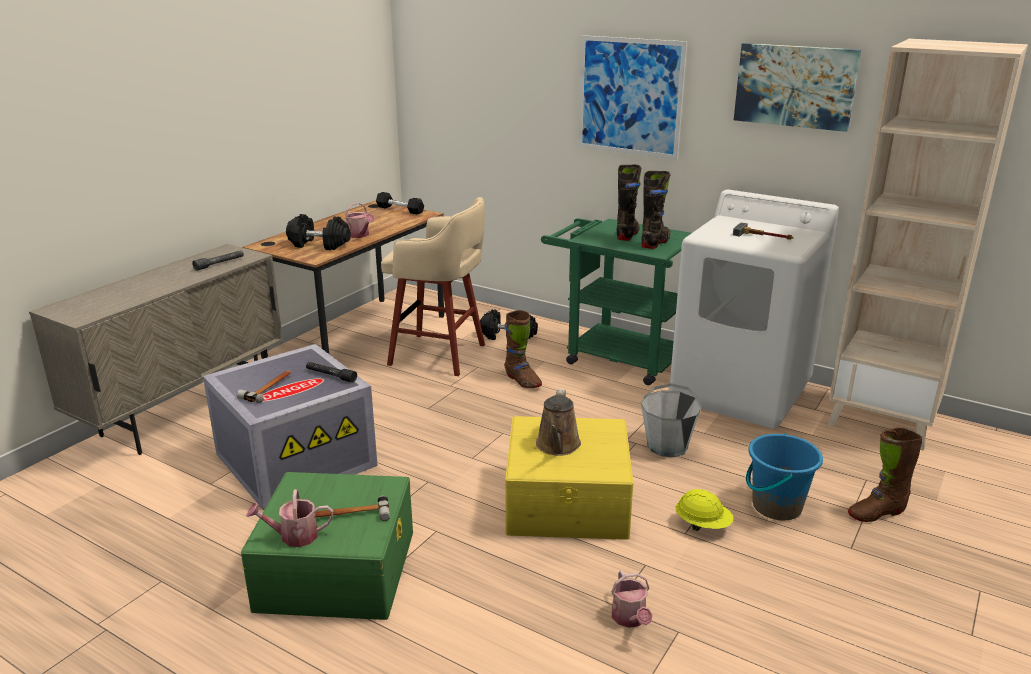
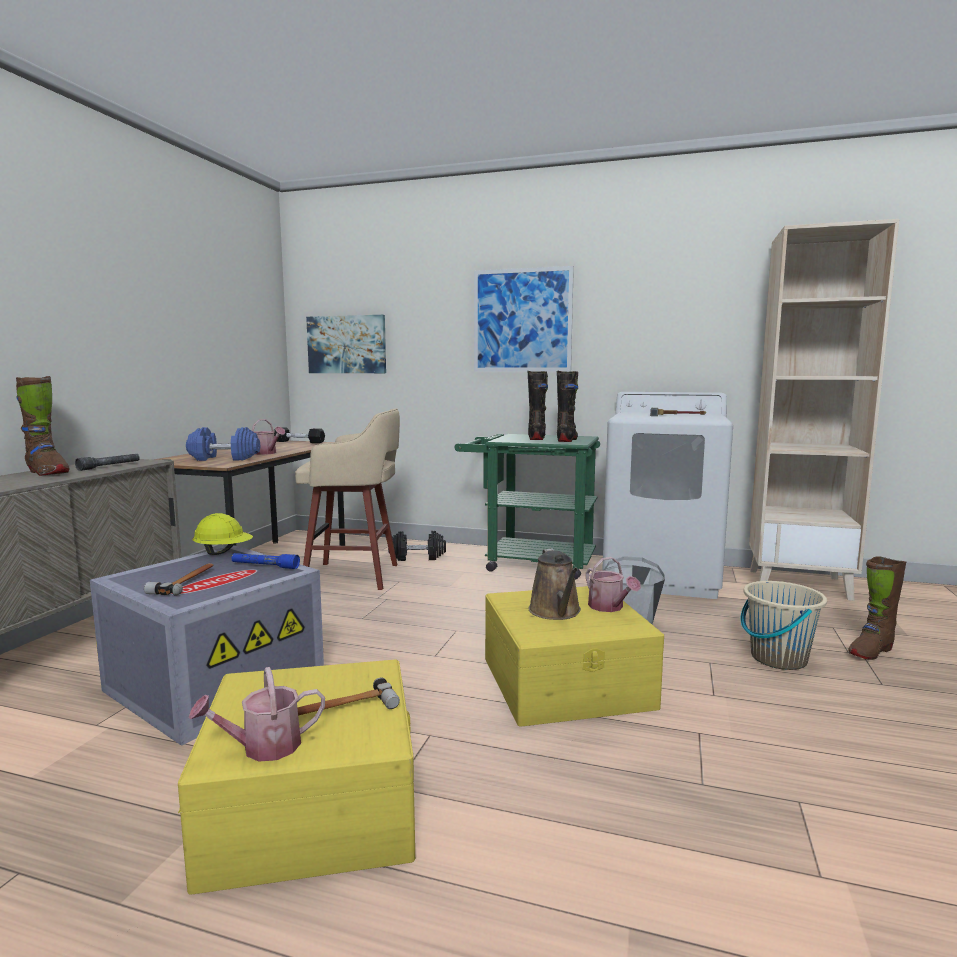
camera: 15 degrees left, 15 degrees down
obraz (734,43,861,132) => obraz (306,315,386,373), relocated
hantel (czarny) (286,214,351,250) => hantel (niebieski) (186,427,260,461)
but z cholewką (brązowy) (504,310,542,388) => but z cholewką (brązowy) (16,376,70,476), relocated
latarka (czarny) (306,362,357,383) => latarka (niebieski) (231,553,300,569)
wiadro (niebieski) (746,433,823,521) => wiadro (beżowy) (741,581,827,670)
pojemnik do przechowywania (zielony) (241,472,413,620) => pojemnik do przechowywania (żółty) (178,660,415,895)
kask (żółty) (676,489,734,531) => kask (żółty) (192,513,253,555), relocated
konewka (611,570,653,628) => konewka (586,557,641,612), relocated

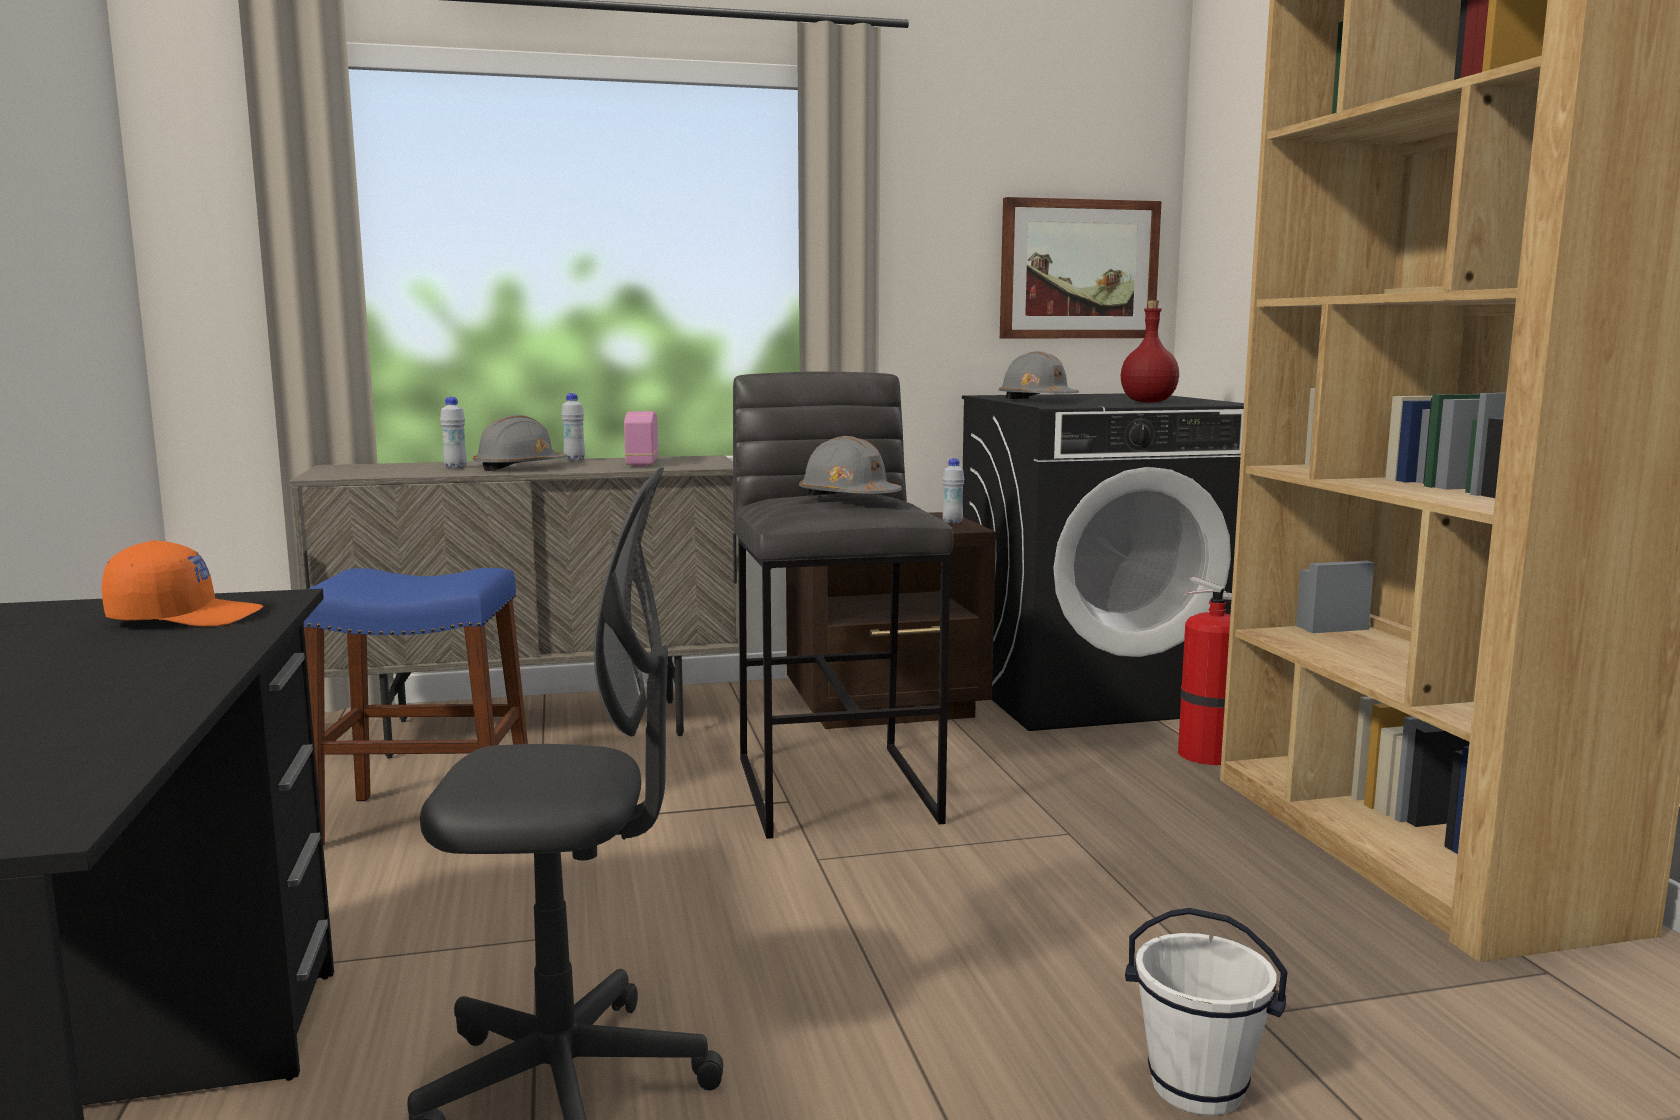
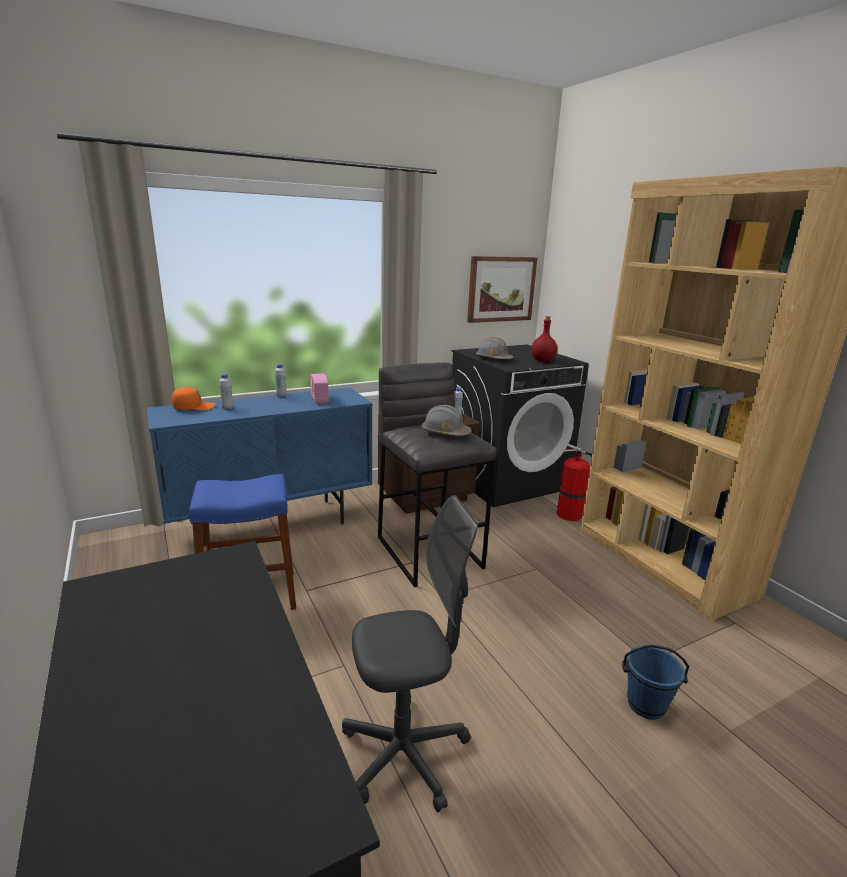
camera: 15 degrees left, 10 degrees up
kask (szary) (473,415,568,471) => nothing
szafka (beżowy) (289,455,739,759) => szafka (niebieski) (146,387,372,525)
czapka z daszkiem (pomarańczowy) (101,540,263,627) => czapka z daszkiem (pomarańczowy) (172,387,216,410), relocated
wiadro (biały) (1125,908,1288,1116) => wiadro (niebieski) (622,645,689,720)

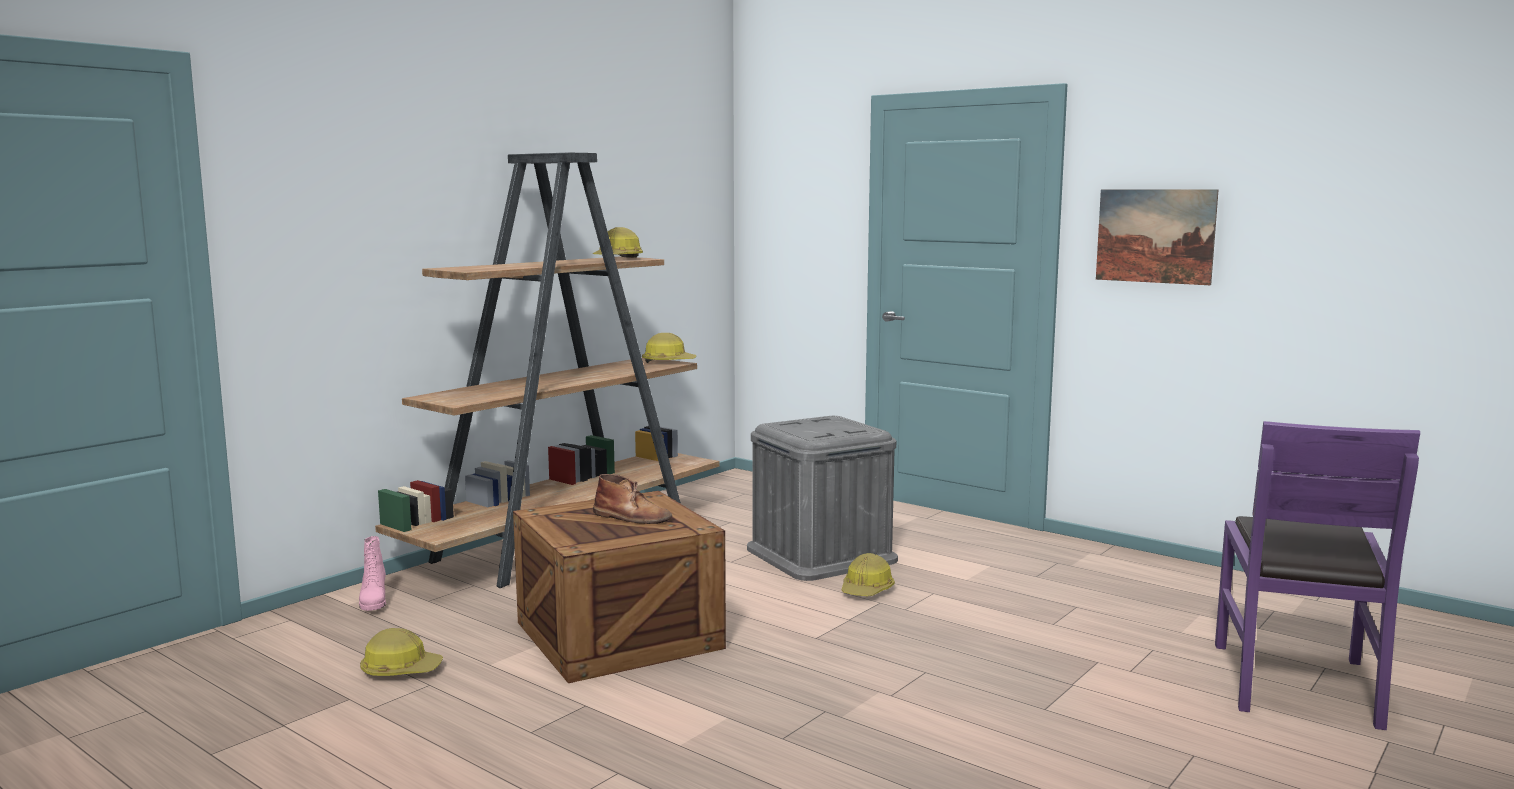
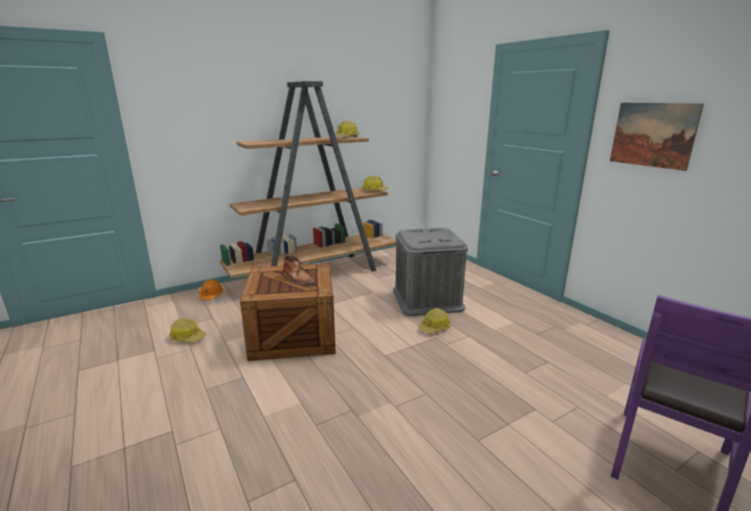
camera: 20 degrees right, 10 degrees up
but z cholewką (różowy) (359,536,386,611) => kask (pomarańczowy) (199,279,223,300)

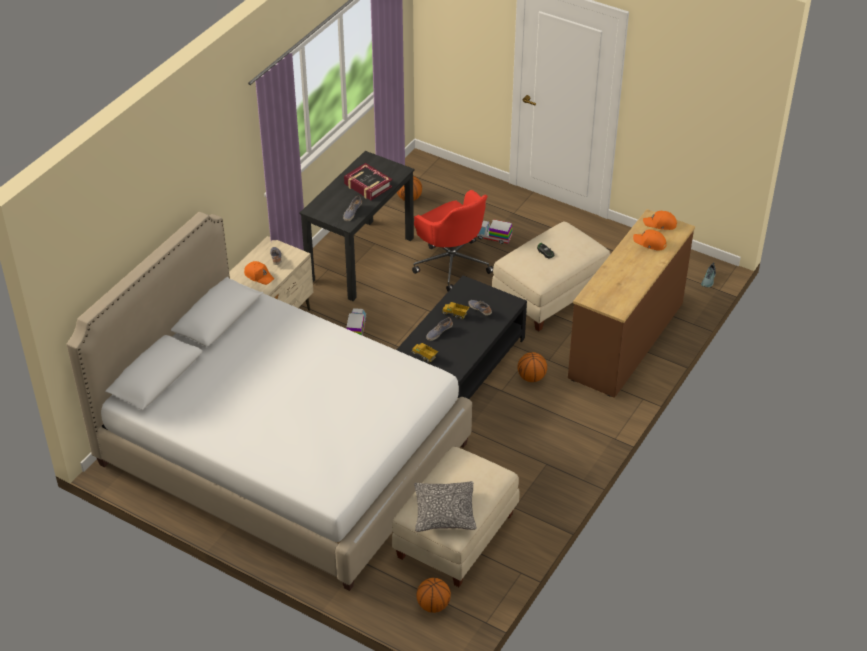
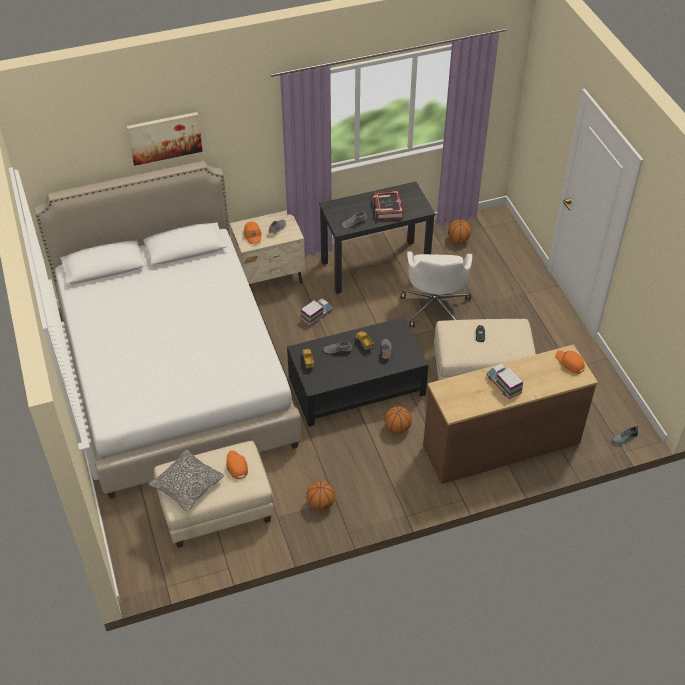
camera: 40 degrees right, 5 degrees up
krzesło biurowe (czerwony) (412,190,493,291) => krzesło biurowe (biały) (401,251,472,327)
ciężarówka zabawkowa (476,219,512,244) => ciężarówka zabawkowa (487,364,523,399), relocated
czapka z daszkiem (pomarańczowy) (633,230,667,251) => czapka z daszkiem (pomarańczowy) (226,450,248,479), relocated
piłka do koszykówki (416,578,451,613) => piłka do koszykówki (306,481,335,511), relocated
nothing => obraz (127,112,203,166)

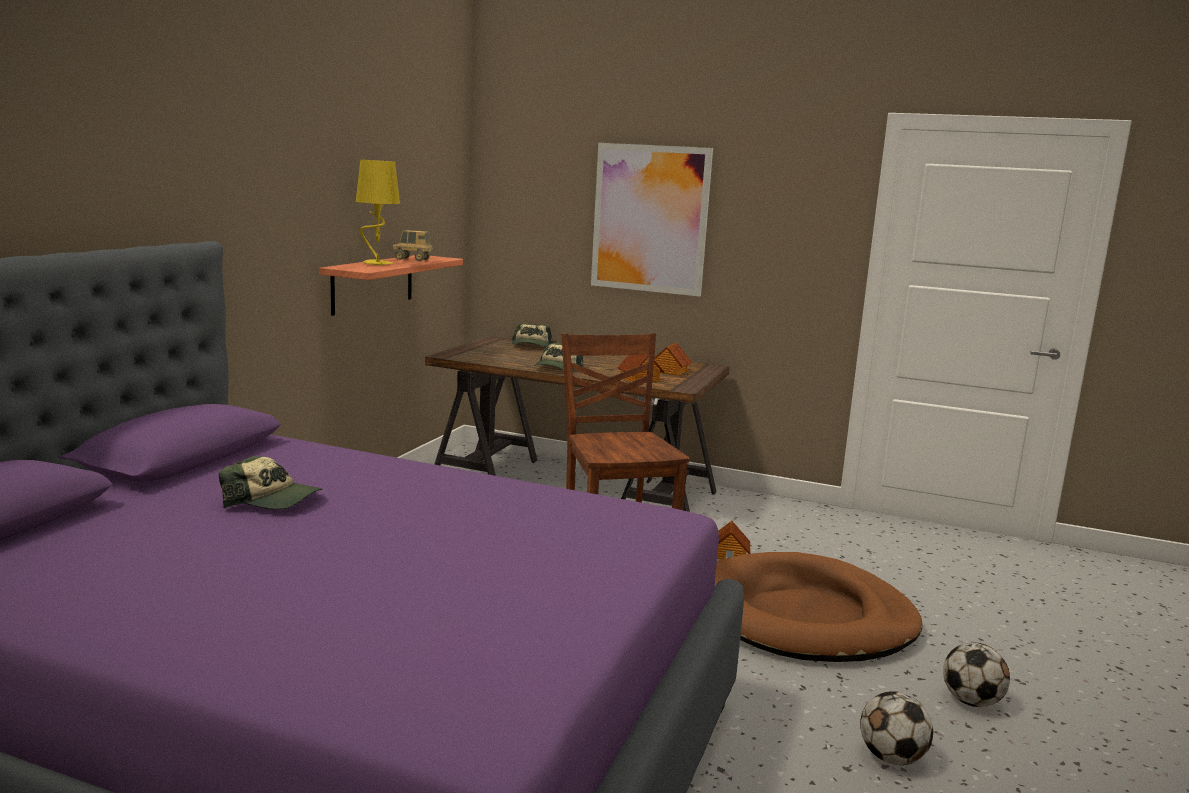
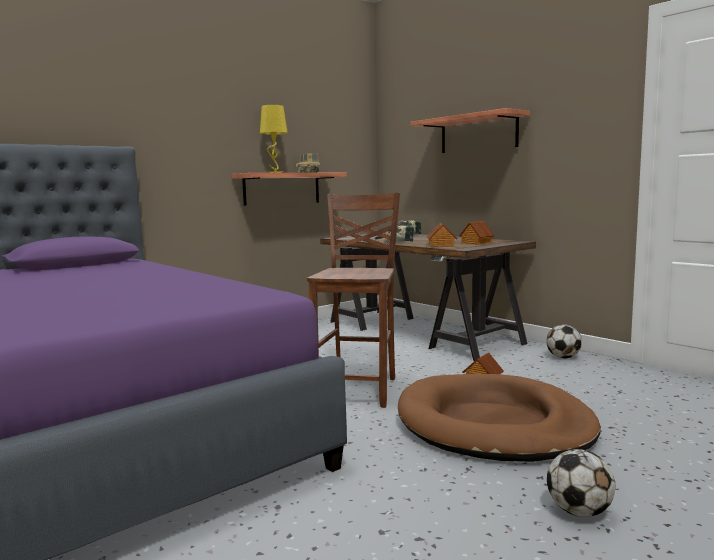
camera: 30 degrees right, 5 degrees down
obraz (591,143,713,296) => półka (410,108,530,153)
czapka z daszkiem (219,456,322,509) => nothing
piłka futbolowa (860,691,933,765) => piłka futbolowa (546,324,582,358), relocated

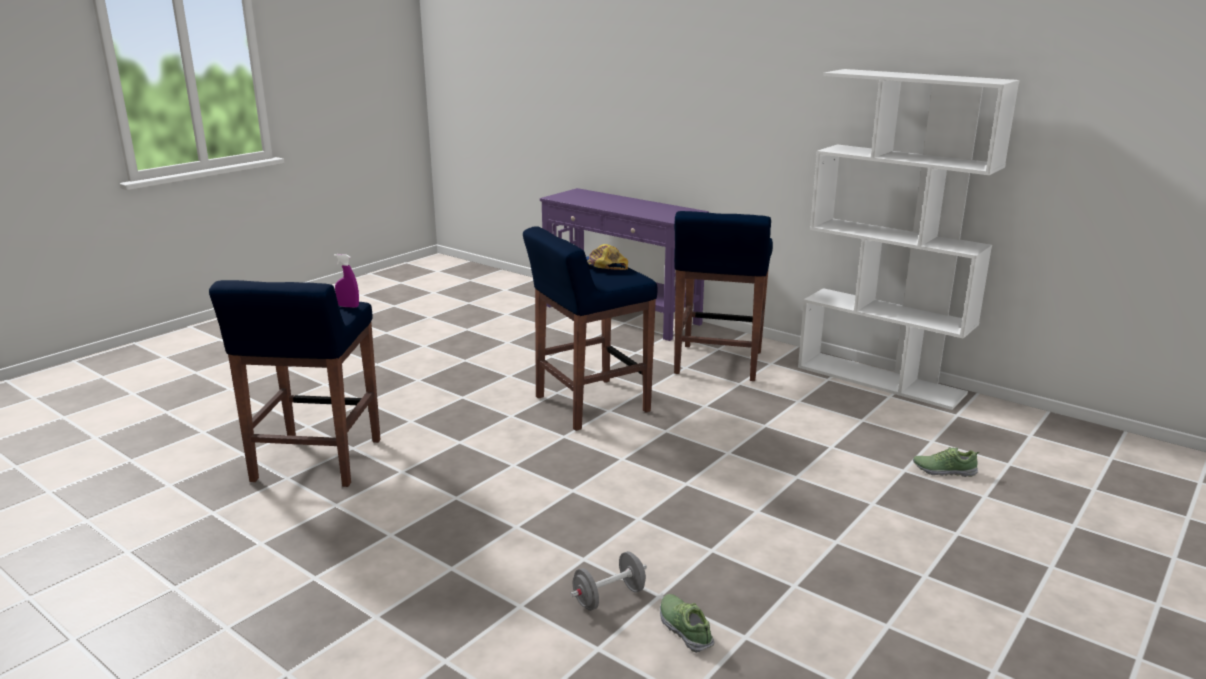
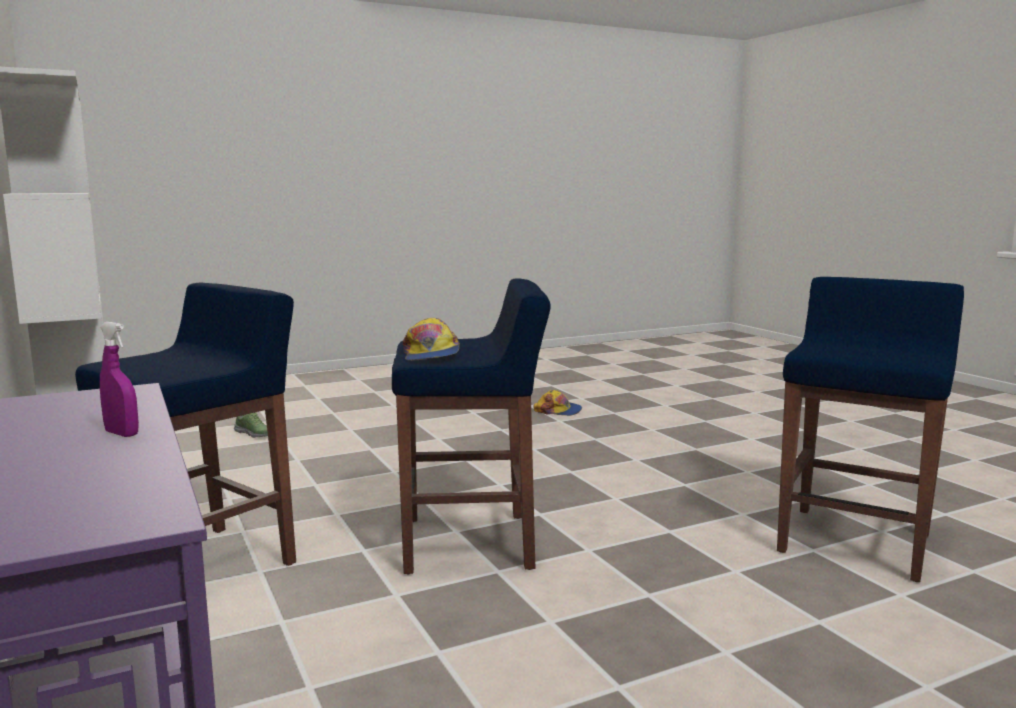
camera: 155 degrees left, 10 degrees down
spryskiwacz (fioletowy) (334,254,359,308) => spryskiwacz (fioletowy) (100,322,139,437), relocated
hantel (szary) (570,551,647,611) => nothing
but (660,594,715,653) => czapka z daszkiem (533,390,582,416)

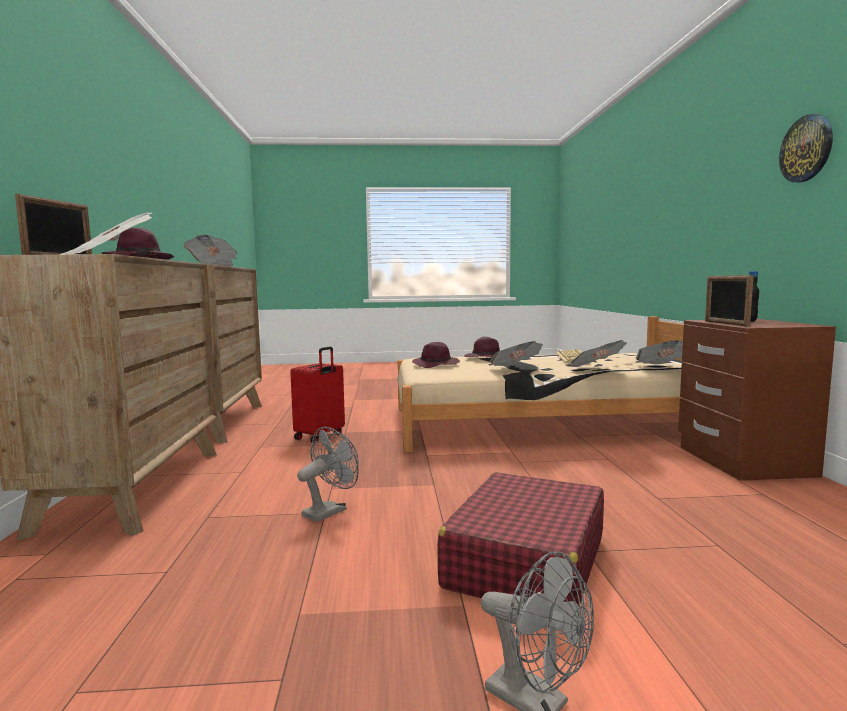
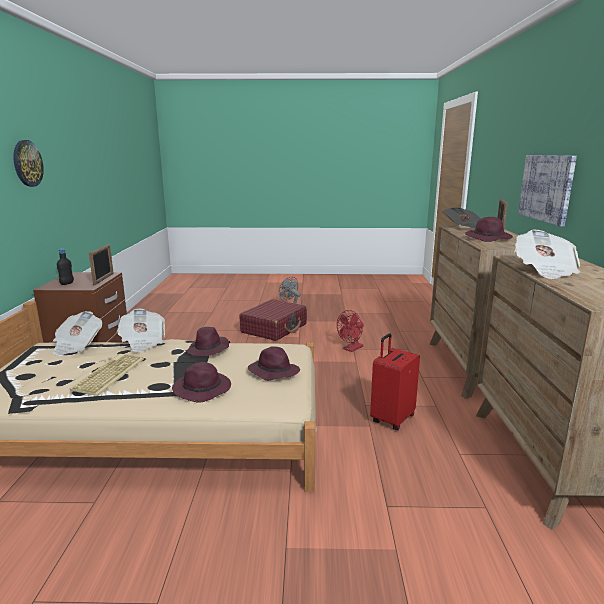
camera: 175 degrees left, 10 degrees up
gazeta (489,341,543,366) => kapelusz (fioletowy) (186,327,229,357)
wentylator (szary) (297,427,359,522) => wentylator (czerwony) (337,310,364,352)
nothing => obraz (518,155,577,227)

